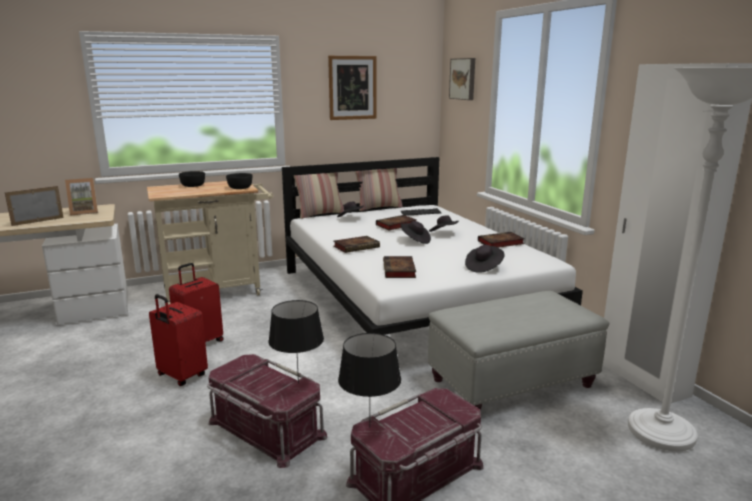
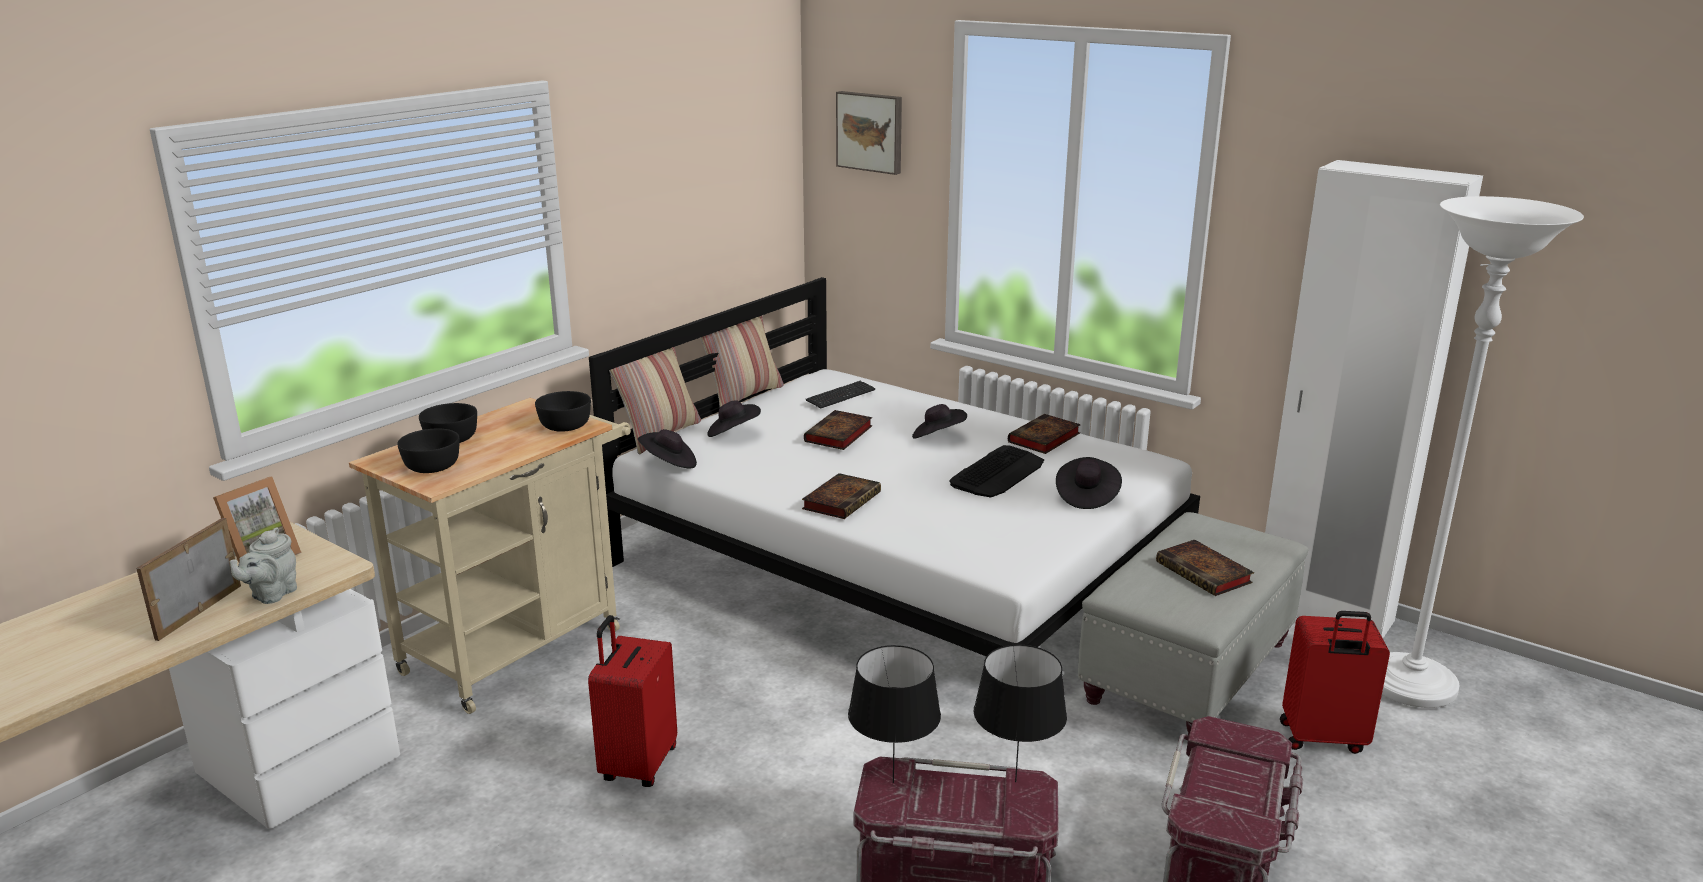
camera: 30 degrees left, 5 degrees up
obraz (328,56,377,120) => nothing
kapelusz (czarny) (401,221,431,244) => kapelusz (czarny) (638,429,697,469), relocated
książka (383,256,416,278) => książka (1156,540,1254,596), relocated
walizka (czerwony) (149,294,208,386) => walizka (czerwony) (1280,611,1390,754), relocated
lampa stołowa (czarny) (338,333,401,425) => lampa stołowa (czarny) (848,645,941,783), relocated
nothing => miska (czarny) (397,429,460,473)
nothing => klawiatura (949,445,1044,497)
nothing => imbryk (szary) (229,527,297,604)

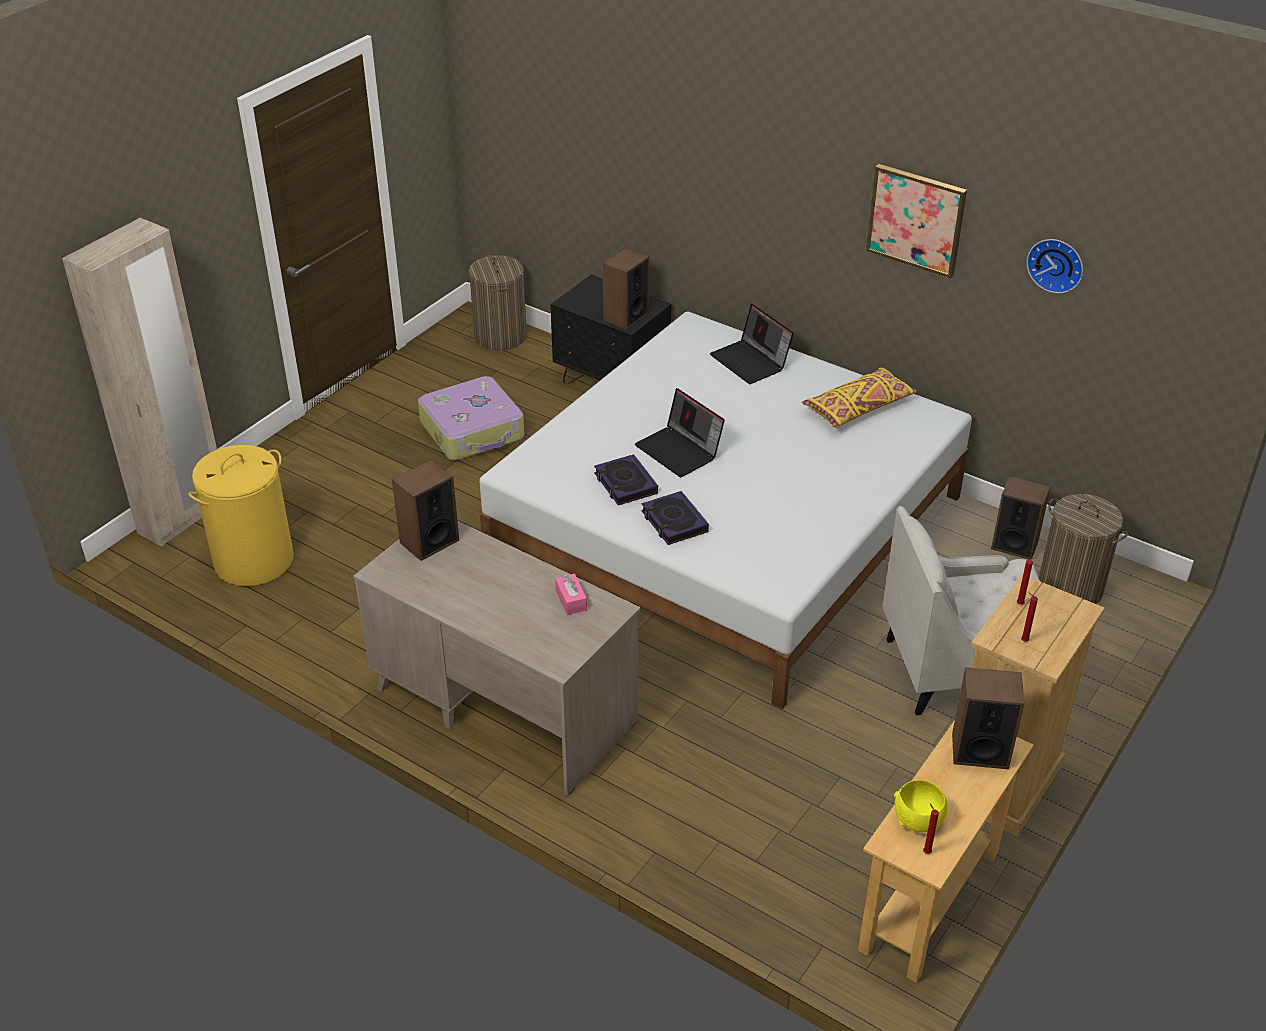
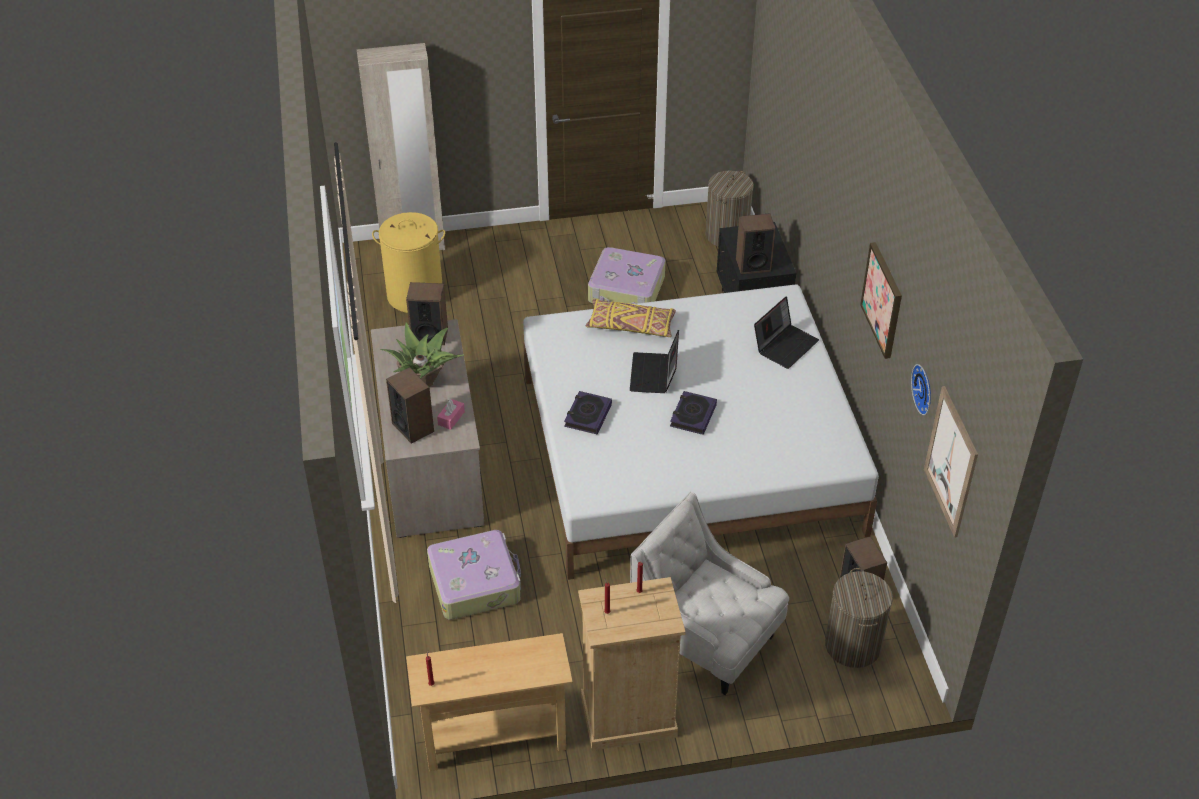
camera: 45 degrees right, 5 degrees up
laptop (710,304,794,384) => laptop (754,296,819,369), 150 degrees counterclockwise
poduszka (żółty) (802,368,917,428) => poduszka (żółty) (586,299,676,337), relocated
książka (594,454,658,505) => książka (670,391,717,435), relocated
głośnik (952,667,1024,769) => głośnik (386,367,434,444), relocated
miska (żółty) (894,780,947,832) => nothing
nothing => roślina doniczkowa (380,322,464,387)
nothing => obraz (924,386,978,538)
nothing => walizka (427,530,521,620)

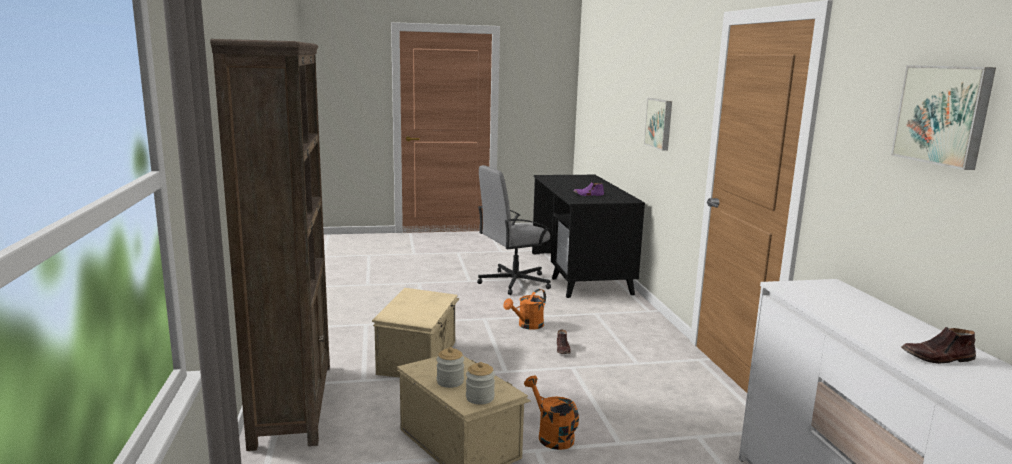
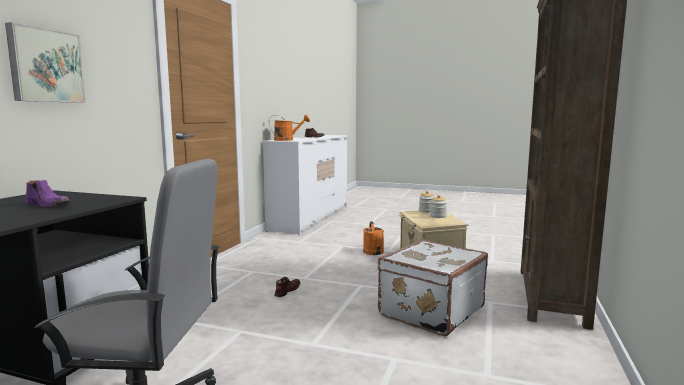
camera: 150 degrees left, 5 degrees down
obraz (891,65,996,170) => nothing
pojemnik do przechowywania (beżowy) (372,288,460,378) => walizka (biały) (378,239,488,336)
konewka (pomarańczowy) (503,289,546,330) => konewka (pomarańczowy) (269,115,310,141), relocated

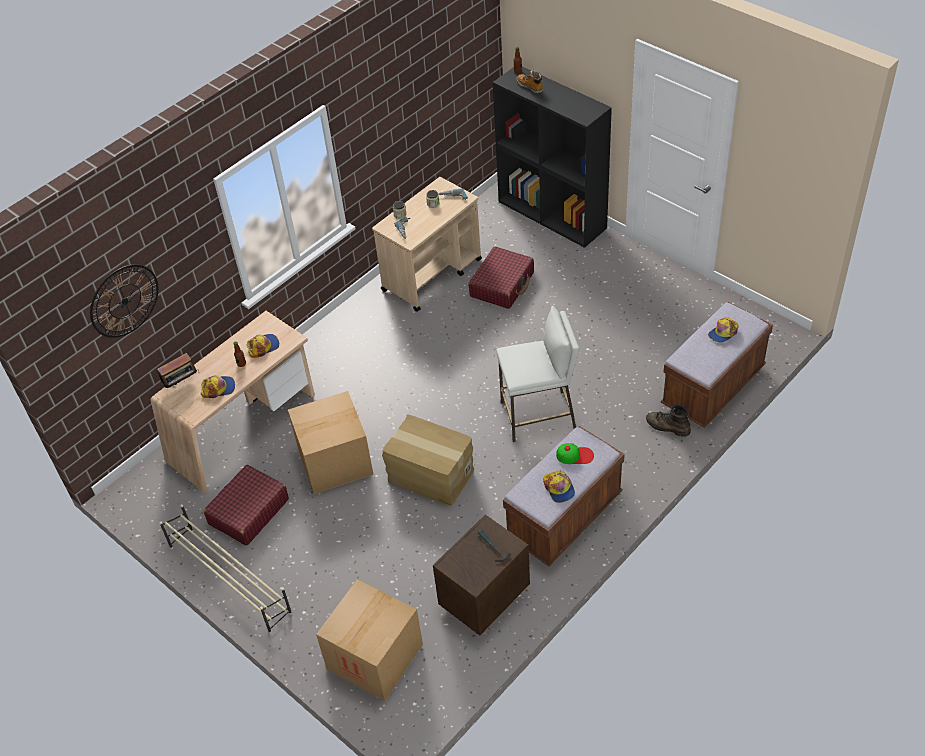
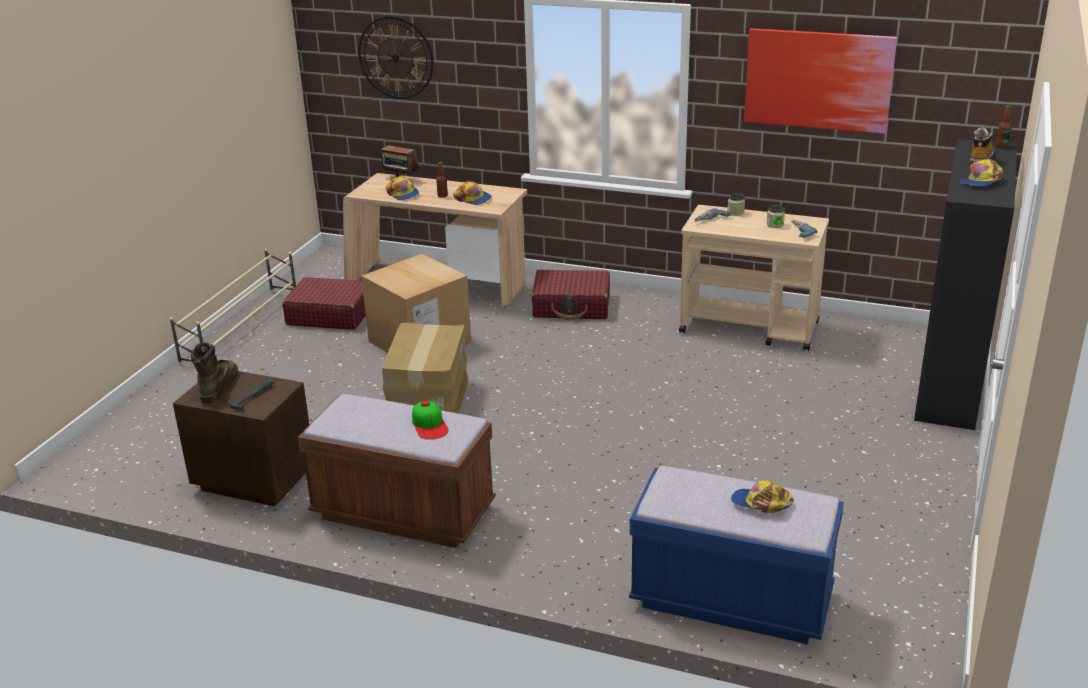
camera: 65 degrees right, 20 degrees down
walizka (czerwony) (469,246,534,309) => walizka (czerwony) (531,269,610,320), relocated
ławka (brązowy) (661,302,773,428) => ławka (niebieski) (629,466,844,644)
stołek (biały) (496,306,579,442) => nothing
but z cholewką (brązowy) (646,404,691,437) => but z cholewką (brązowy) (191,343,238,403), relocated
czapka z daszkiem (543,470,575,503) => czapka z daszkiem (960,159,1003,186), relocated
karton (316,579,423,701) => nothing
nothing => obraz (744,28,897,134)

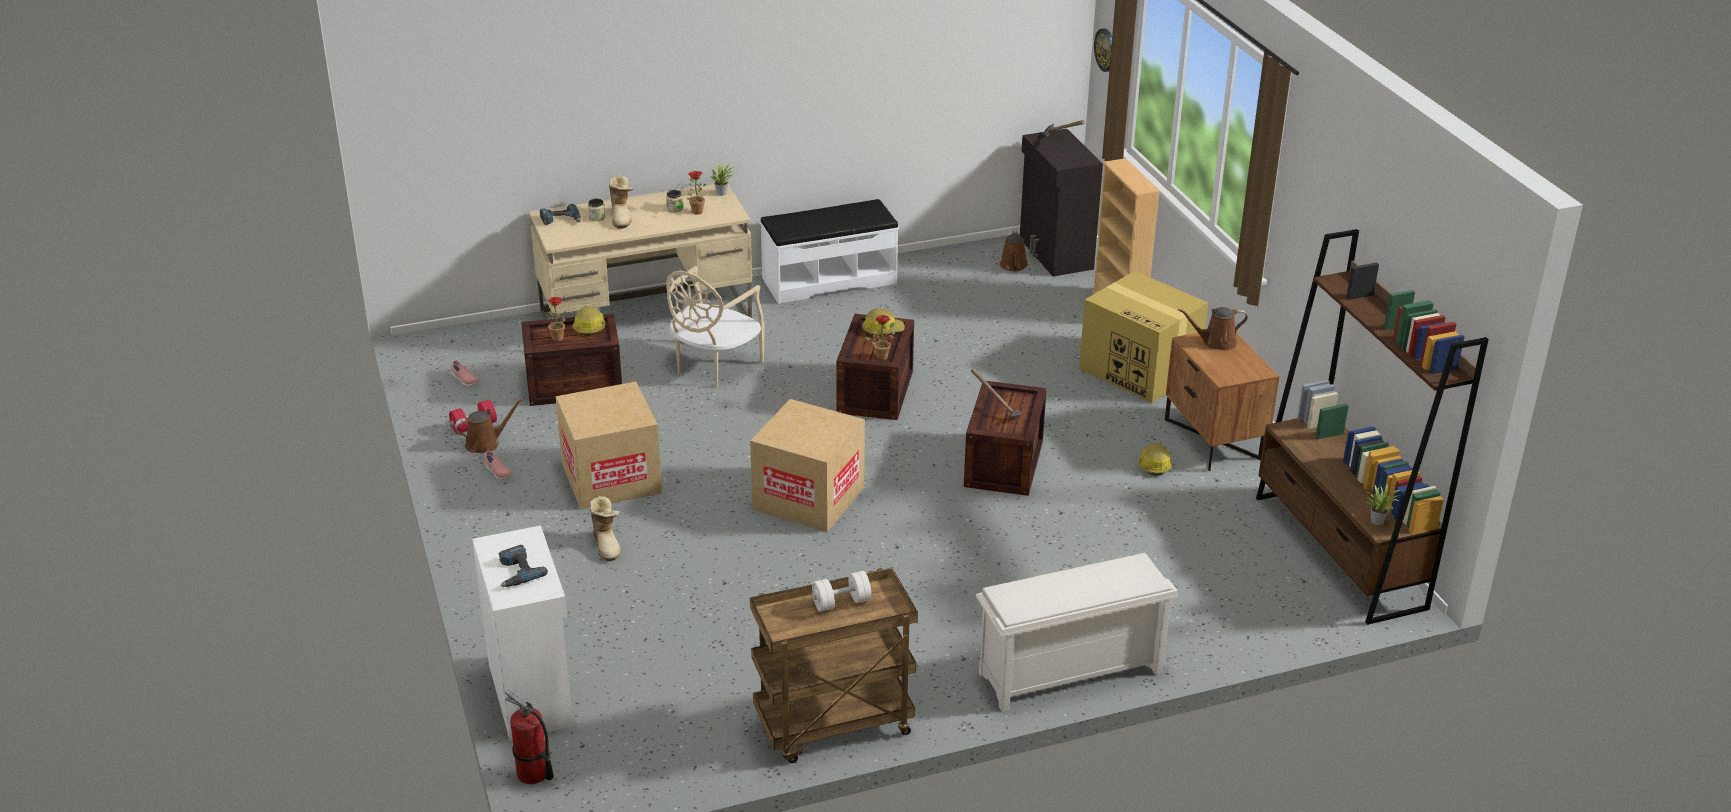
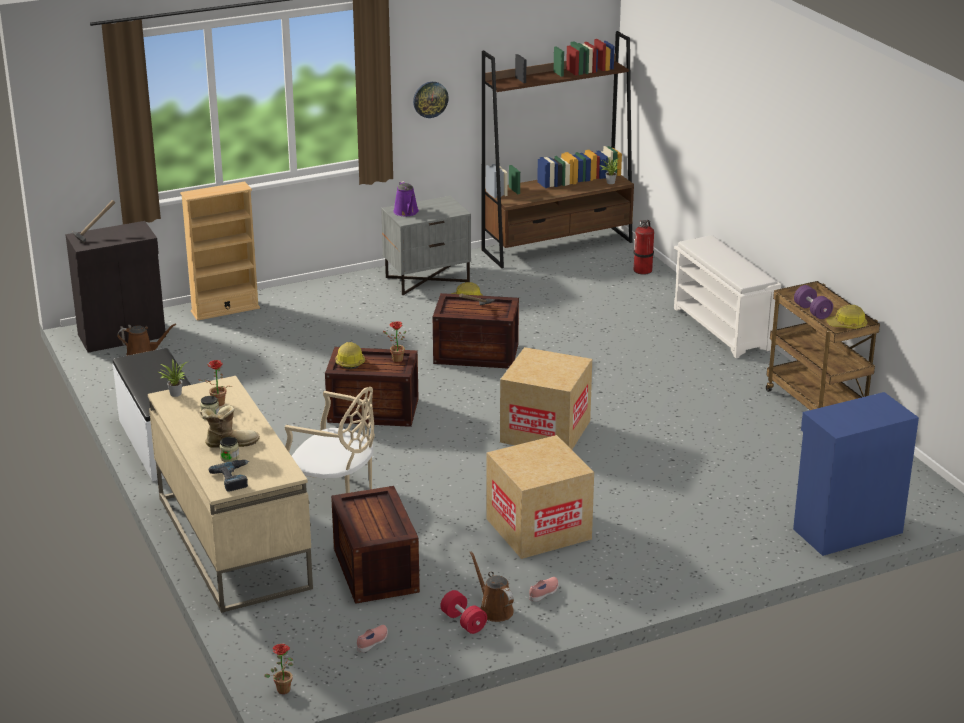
camera: 95 degrees left, 5 degrees down
zegar ścienny (1094,28,1112,72) => zegar ścienny (413,82,449,118), relocated
karton (1079,271,1208,403) => nothing
roślina doniczkowa (546,297,574,342) => roślina doniczkowa (264,644,294,694), relocated
kask (572,306,605,336) => kask (827,305,867,328), relocated
konewka (brązowy) (1178,307,1248,351) => konewka (fioletowy) (393,181,419,216)
szafka nocna (brązowy) (1165,333,1279,471) => szafka nocna (szary) (381,196,471,295)
but z cholewką (590,496,621,561) => nothing
szafka (biały) (472,525,573,741) => szafka (niebieski) (793,392,919,556)
wiertarka (499,545,548,587) => nothing
hantel (biały) (812,571,871,611) => hantel (fioletowy) (794,285,833,319)
gaśnica (505,690,554,784) => gaśnica (634,220,654,275), relocated

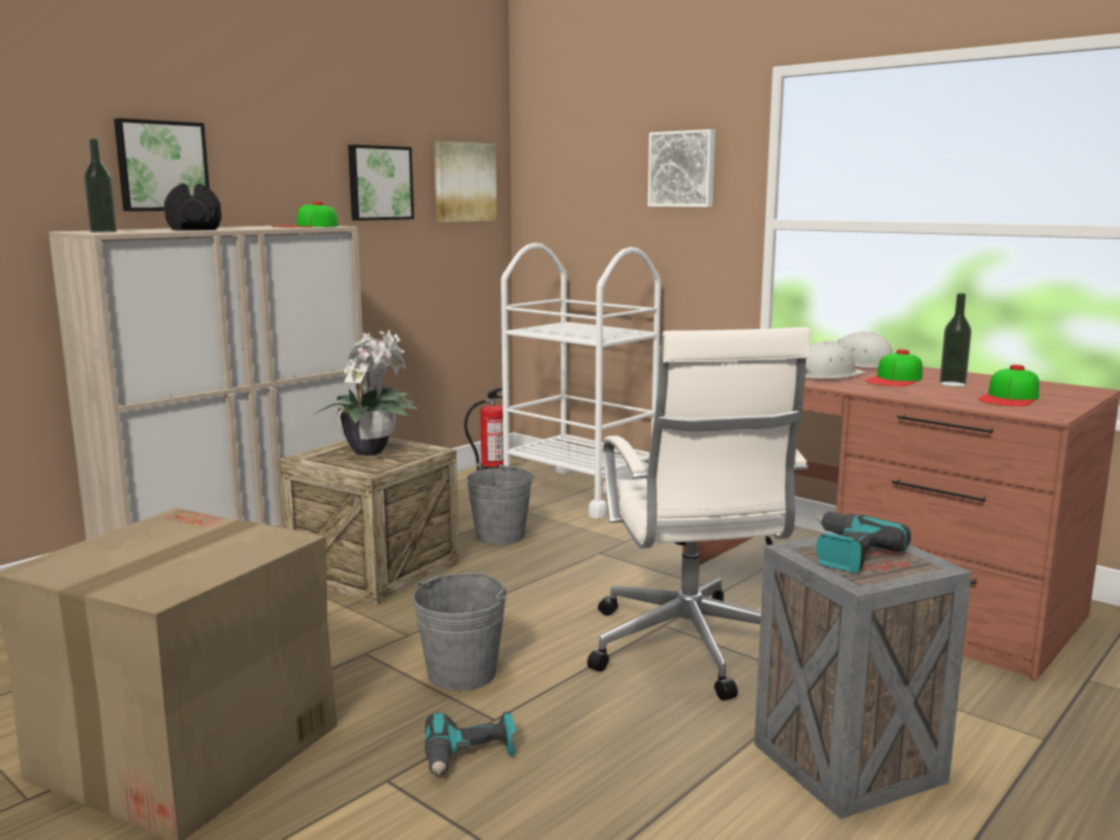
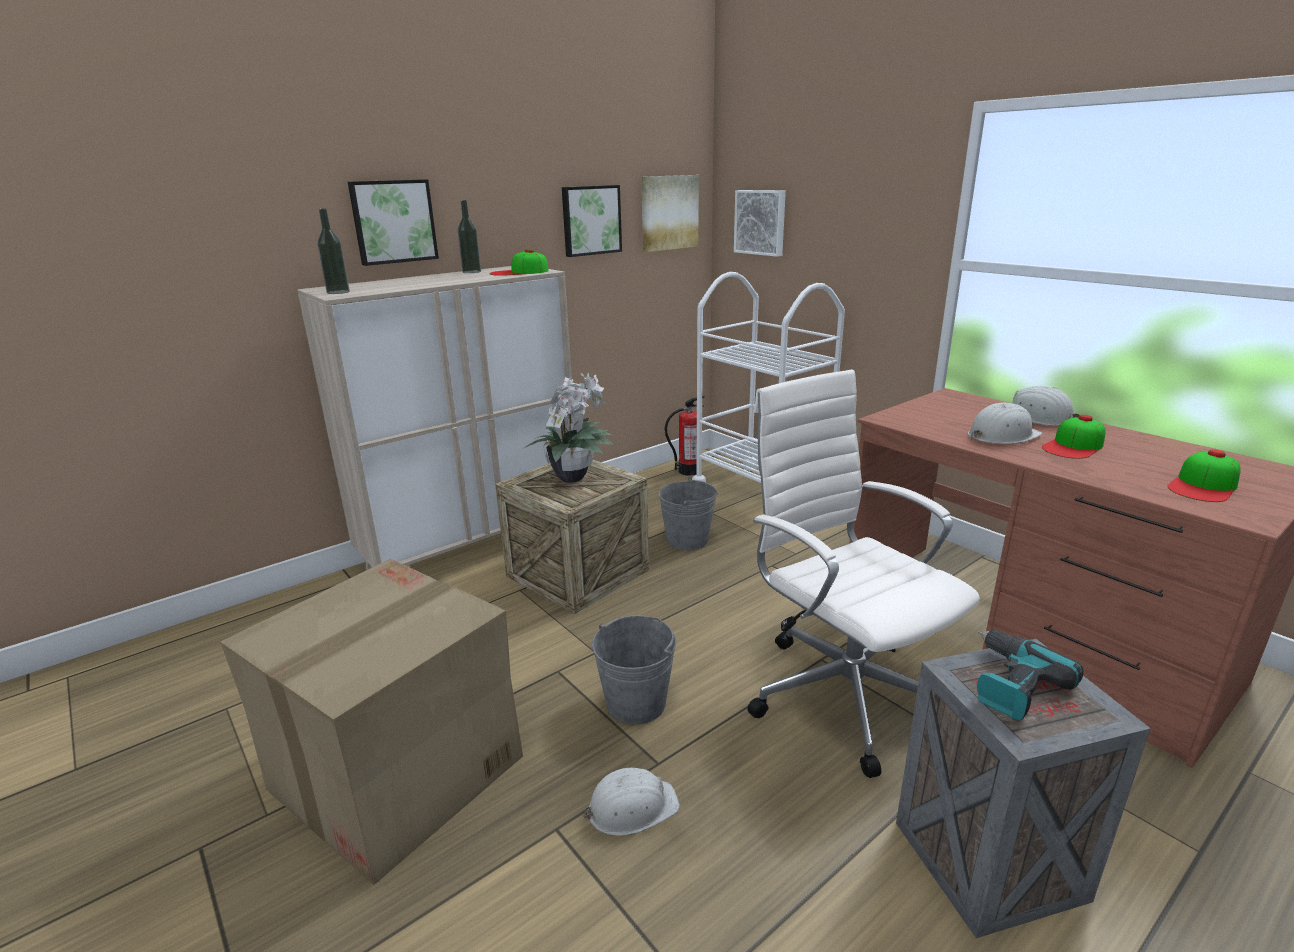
camera: 10 degrees right, 10 degrees up
obraz (648,129,715,207) => obraz (734,190,786,257), relocated
hantel (czarny) (164,184,221,230) => nothing
butelka (940,293,971,387) => butelka (457,200,481,273), relocated
krzesło biurowe (biały) (587,327,810,701) => krzesło biurowe (biały) (747,369,980,778), 150 degrees clockwise
wiertarka (425,711,516,775) => kask (biały) (583,768,680,836)

